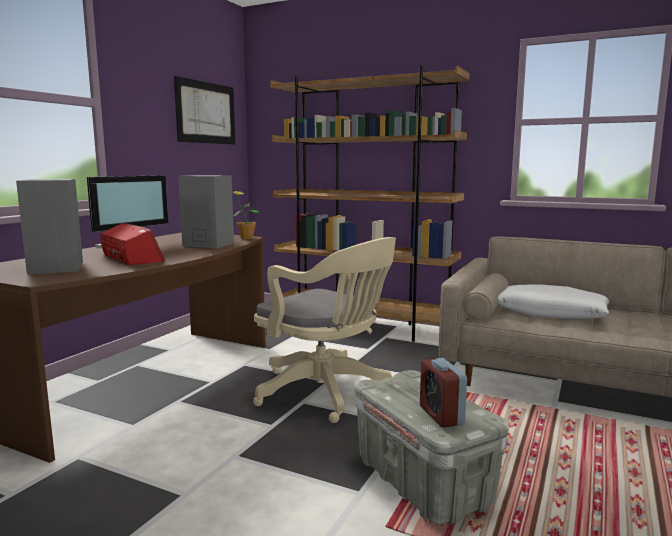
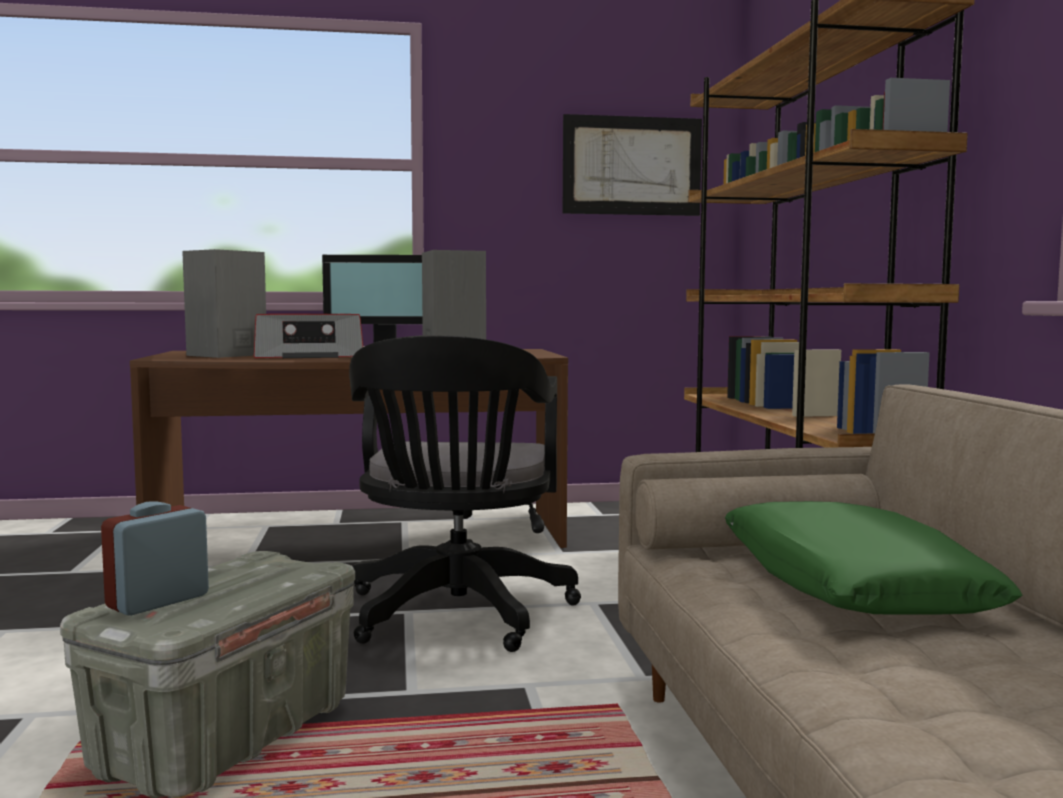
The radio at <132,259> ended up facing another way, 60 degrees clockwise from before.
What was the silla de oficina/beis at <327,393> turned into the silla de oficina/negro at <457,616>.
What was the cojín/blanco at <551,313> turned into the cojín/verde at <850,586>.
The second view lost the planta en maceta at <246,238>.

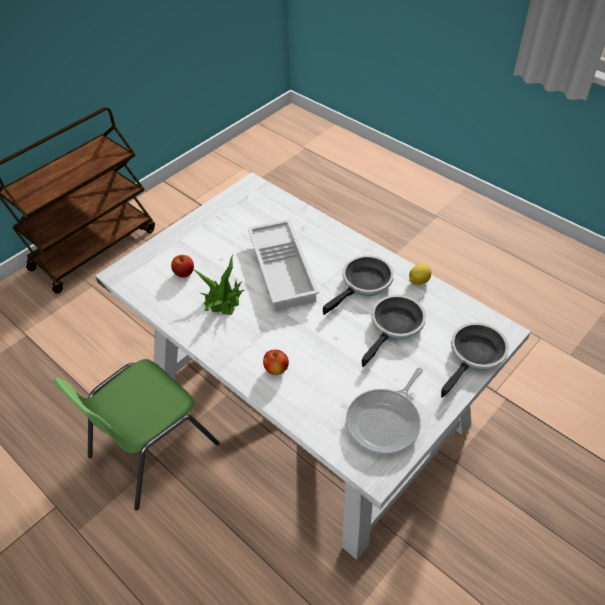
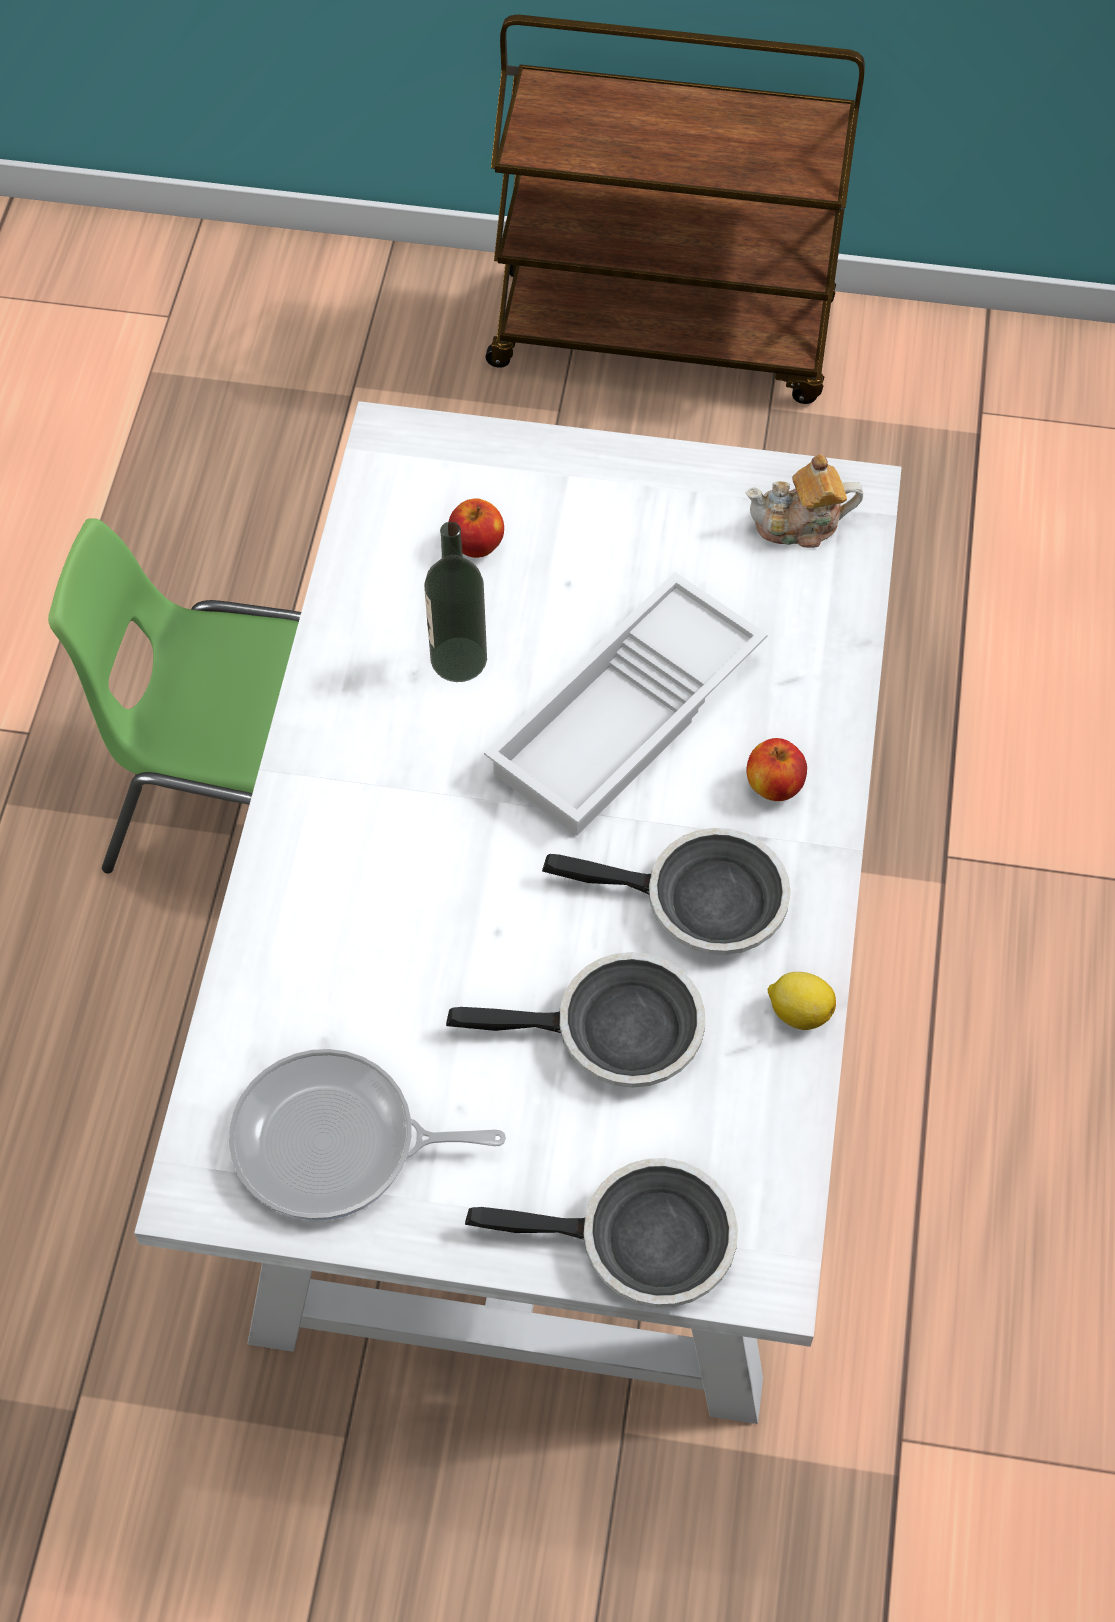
Where the planta en maceta stood at <223,298>, the botella came to stand at <458,659>.
The second view gained the tetera at <800,525>.
The manzana ended up elsewhere, having gone from <276,369> to <774,786>.

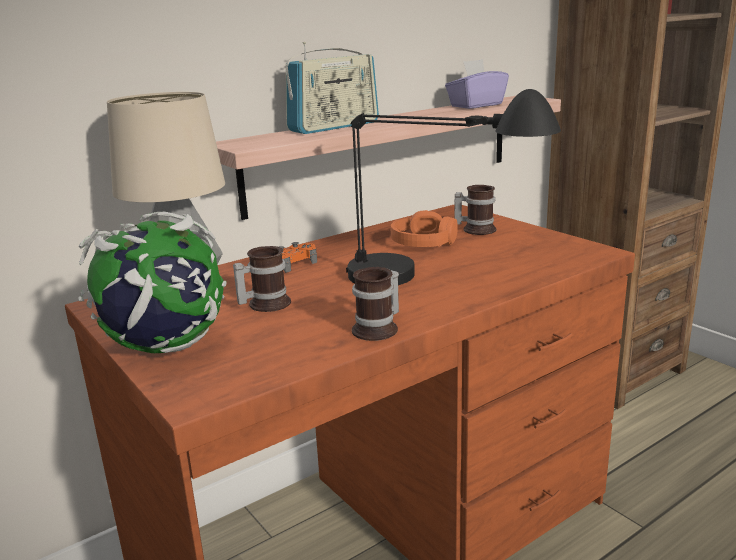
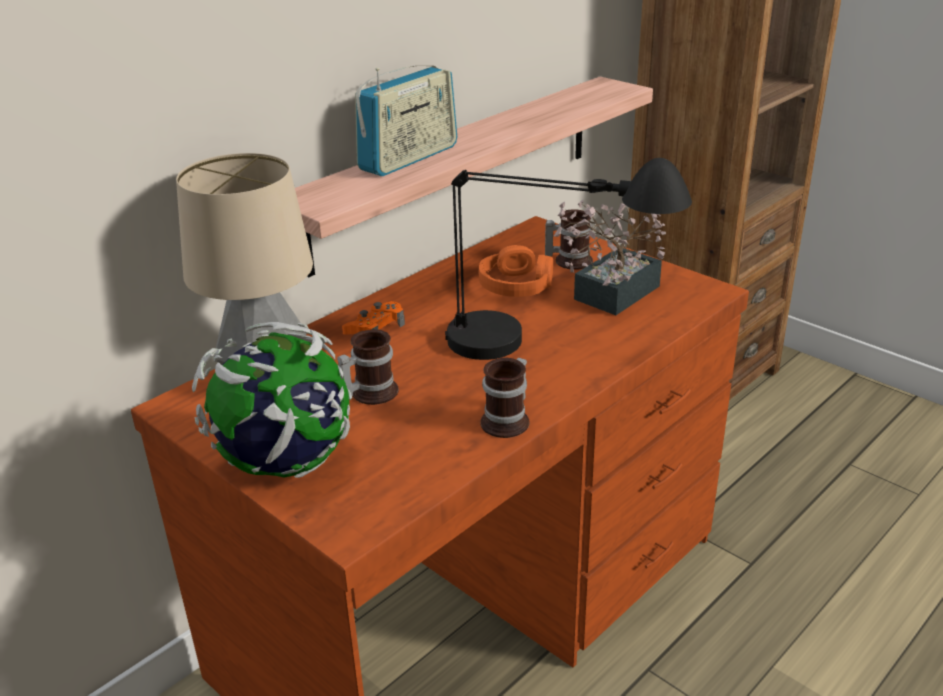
The second view gained the planta en maceta at <609,296>.
The second view lost the caja de pañuelos/morado at <476,105>.

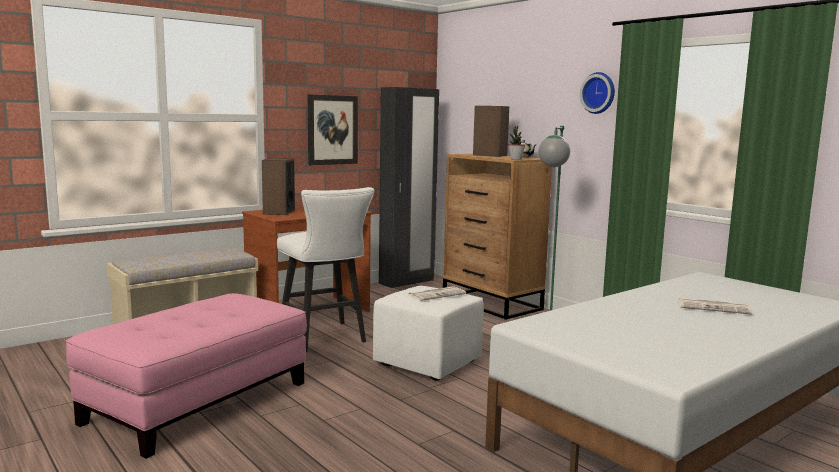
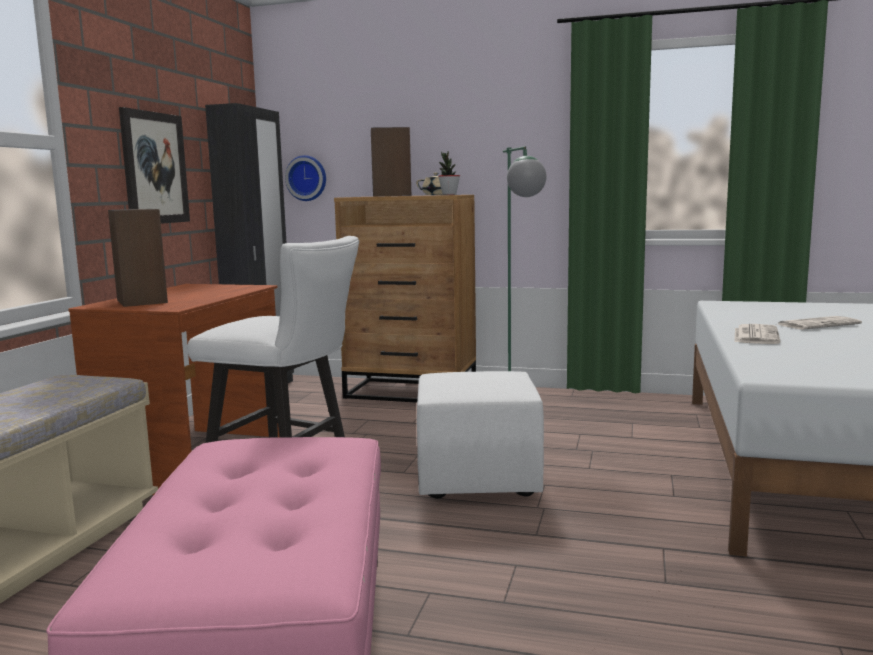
The reloj de pared ended up elsewhere, having gone from <599,93> to <307,178>.
The periódico ended up elsewhere, having gone from <437,294> to <755,335>.

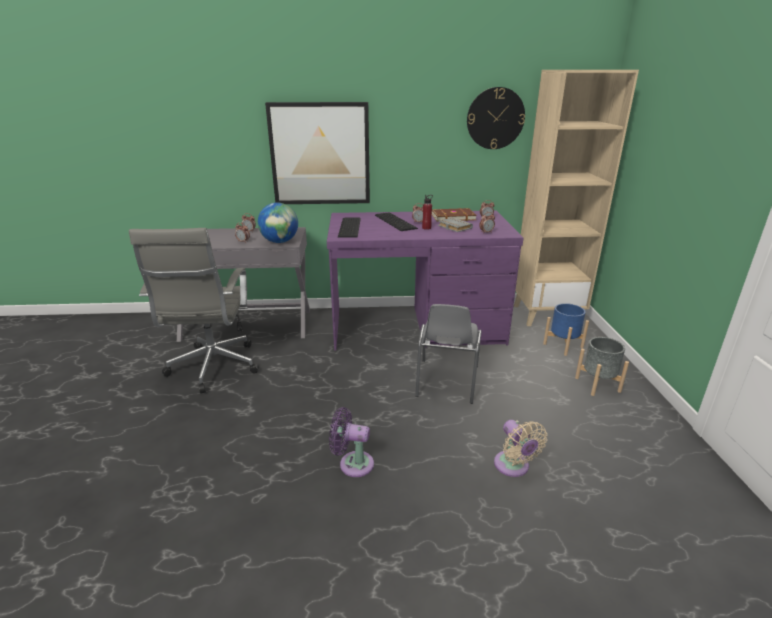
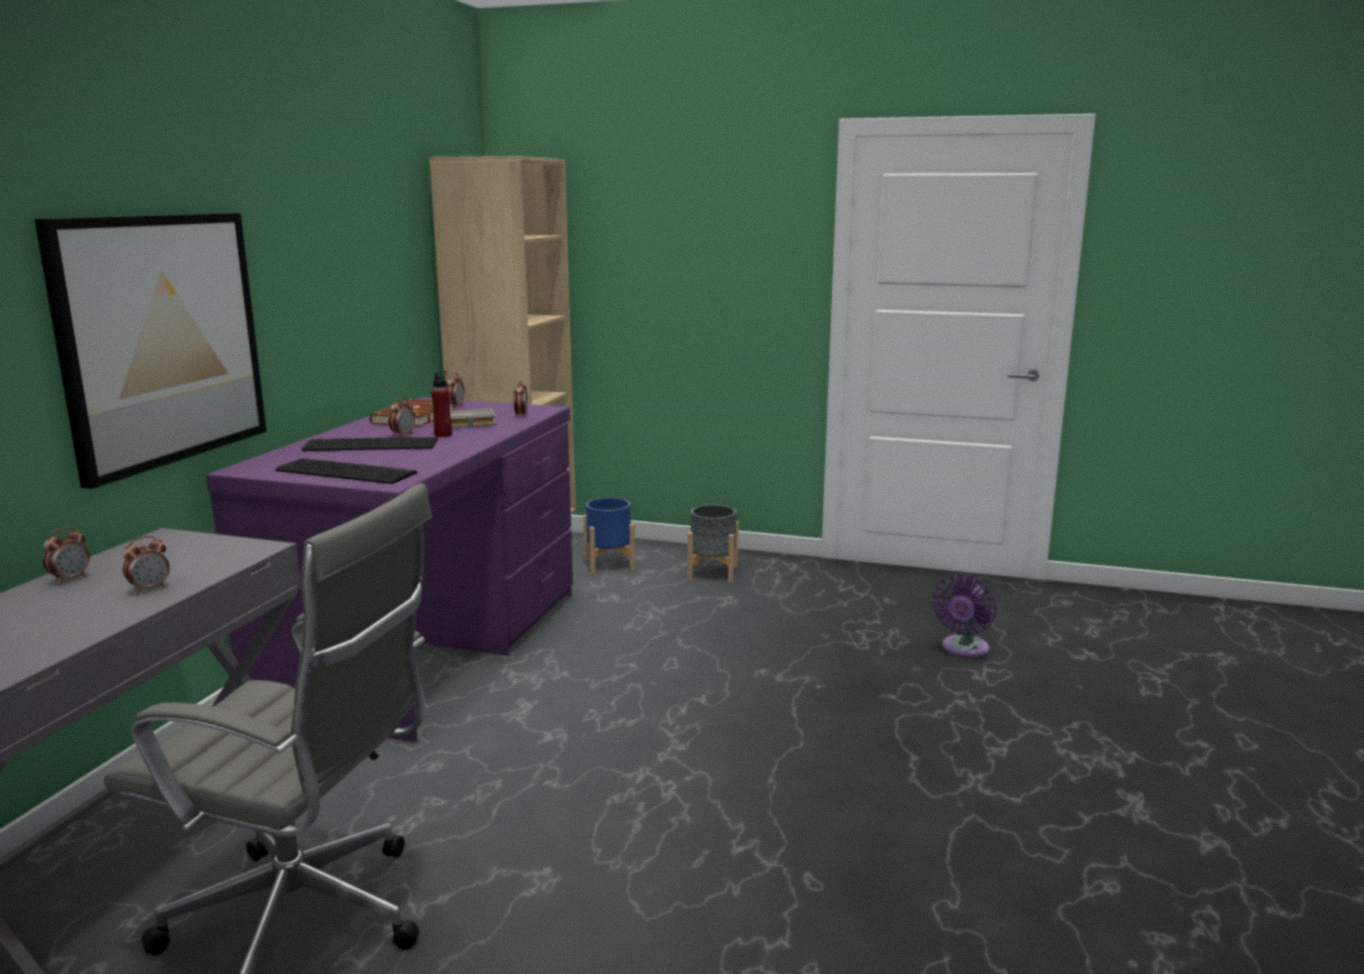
The ventilador/morado ended up elsewhere, having gone from <352,463> to <963,649>.
The second view lost the globo terráqueo at <280,242>.
The second view lost the silla/gris at <446,381>.
The second view lost the reloj de pared at <495,118>.
The second view lost the ventilador/beis at <513,467>.

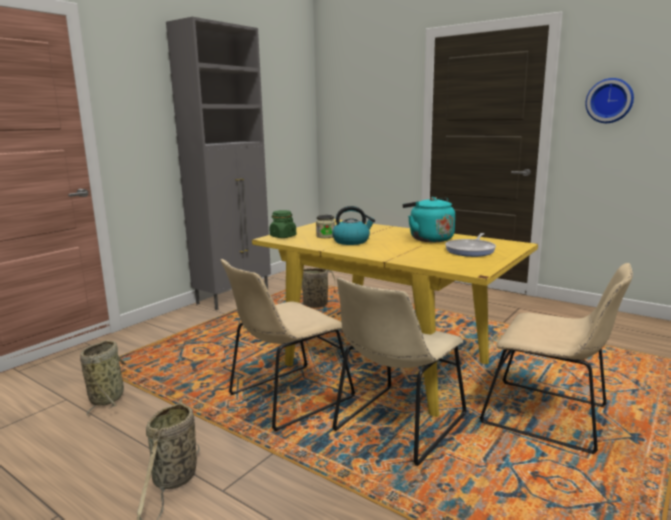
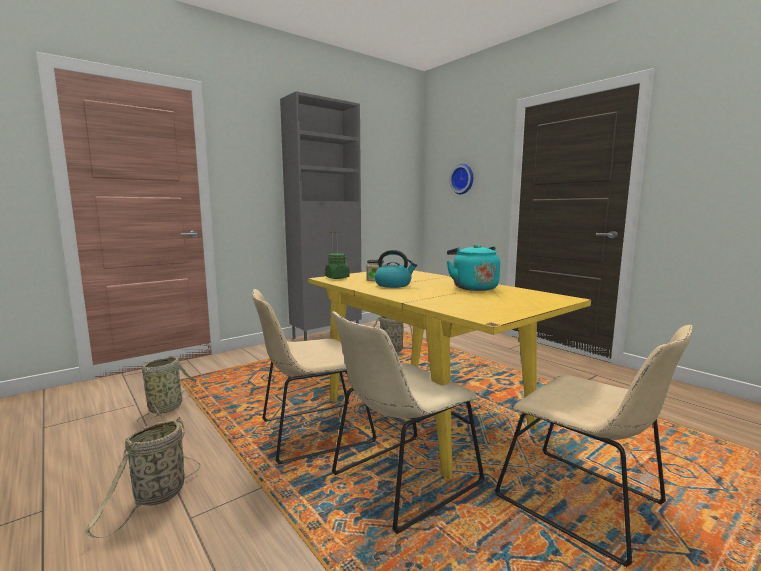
The reloj de pared ended up elsewhere, having gone from <609,101> to <463,179>.
The second view lost the sartén at <471,250>.

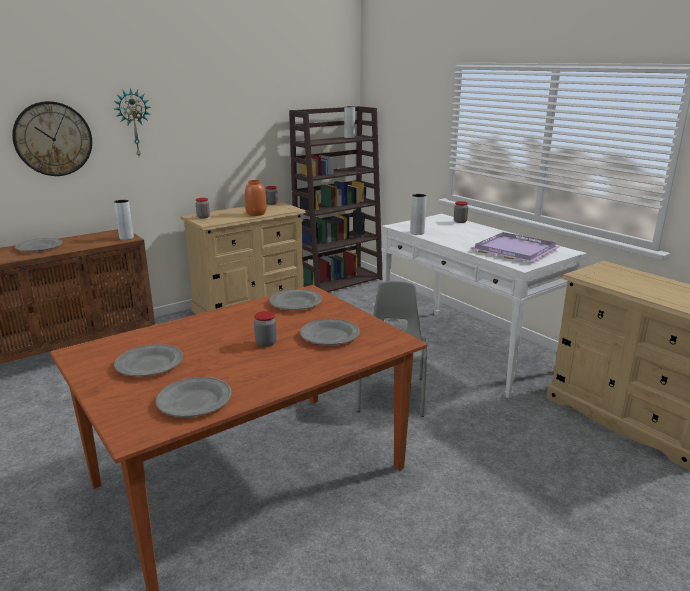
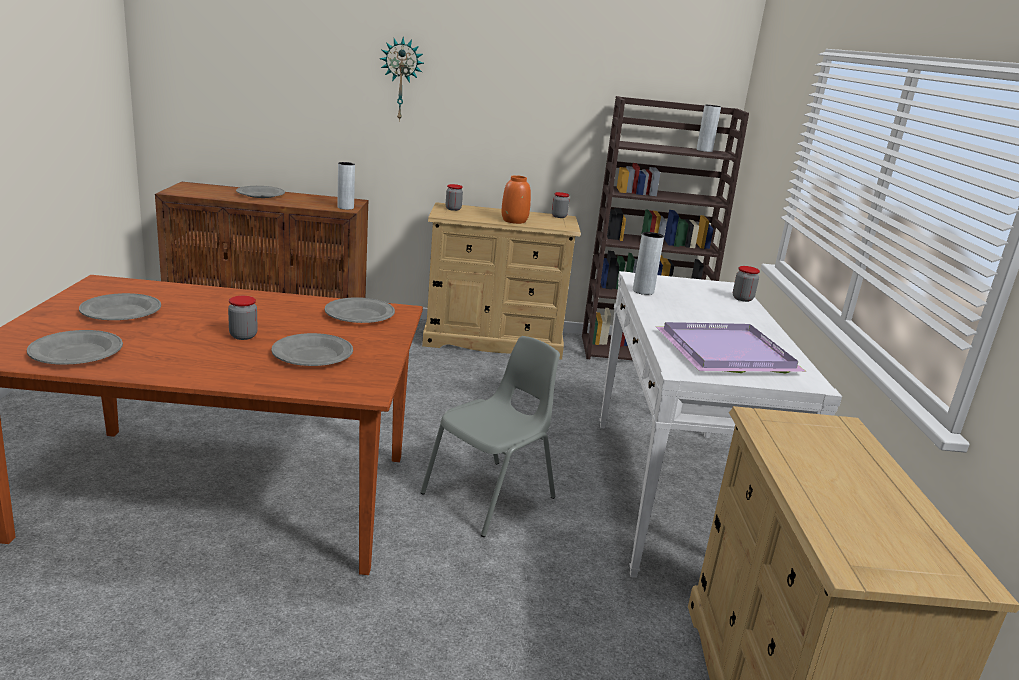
The second view lost the reloj de pared at <53,139>.

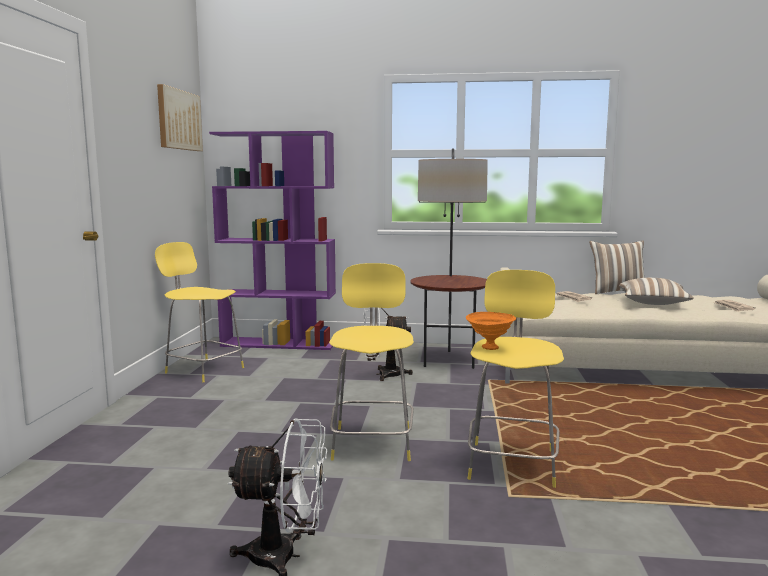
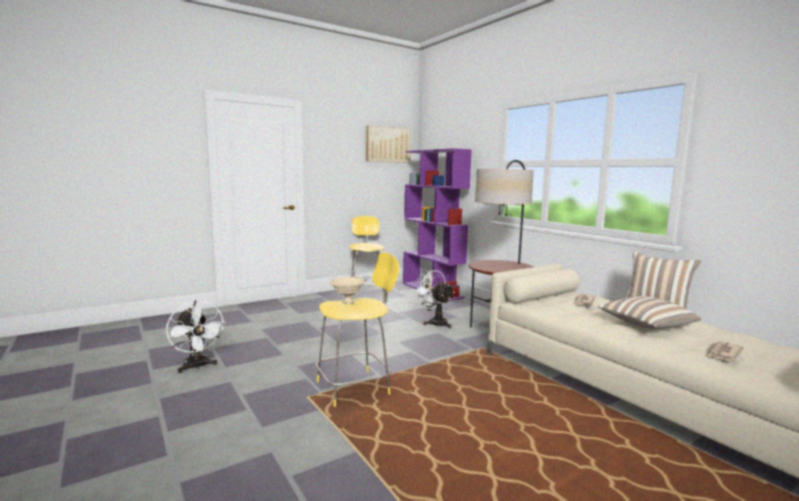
What was the cuenco/naranja at <490,348> turned into the cuenco/beis at <347,302>.
The second view lost the taburete/amarillo at <372,442>.

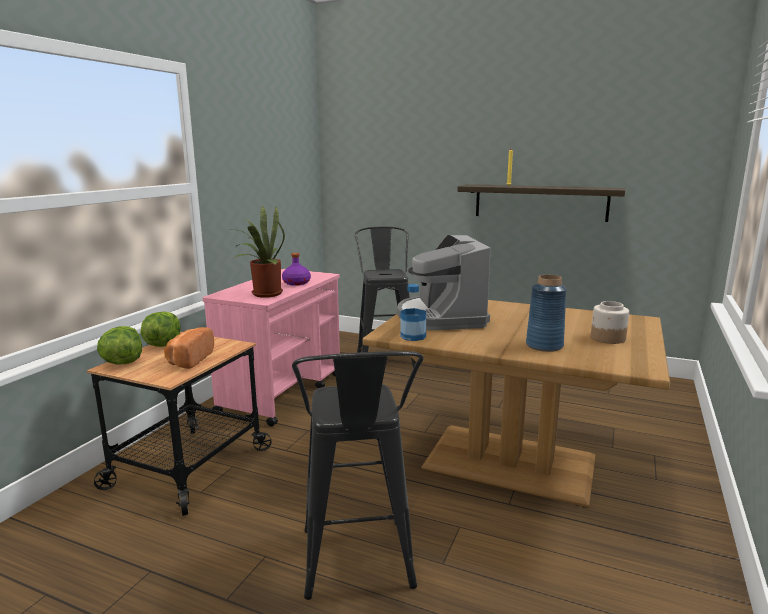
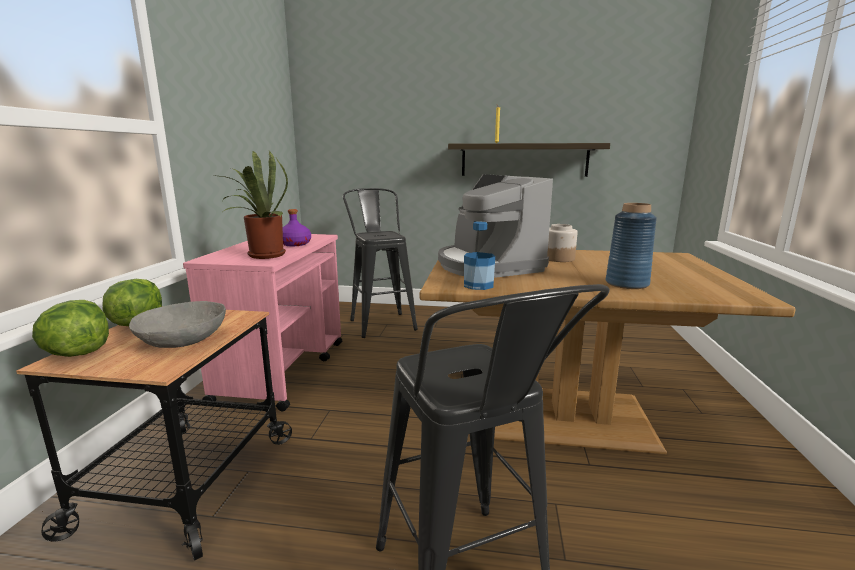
Where the pan stood at <189,360>, the cuenco/gris came to stand at <183,340>.
The tarro ended up elsewhere, having gone from <607,338> to <558,259>.

